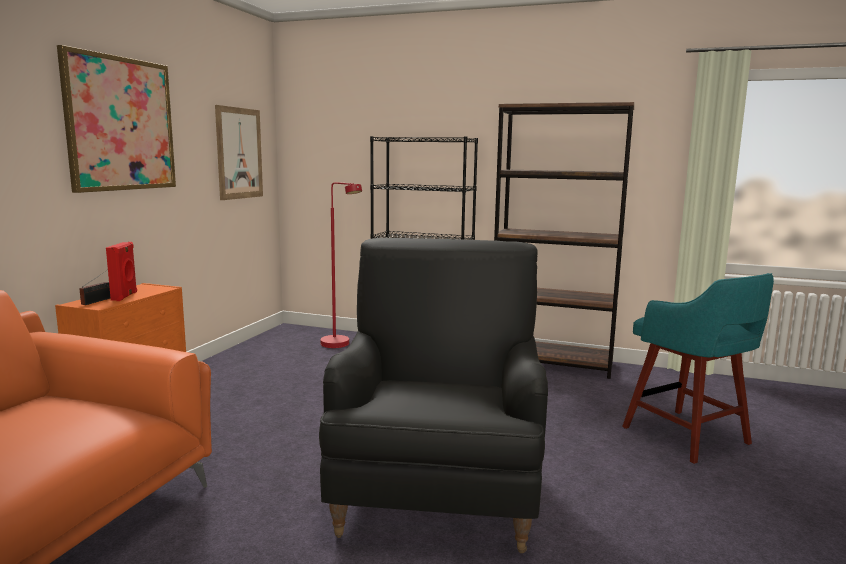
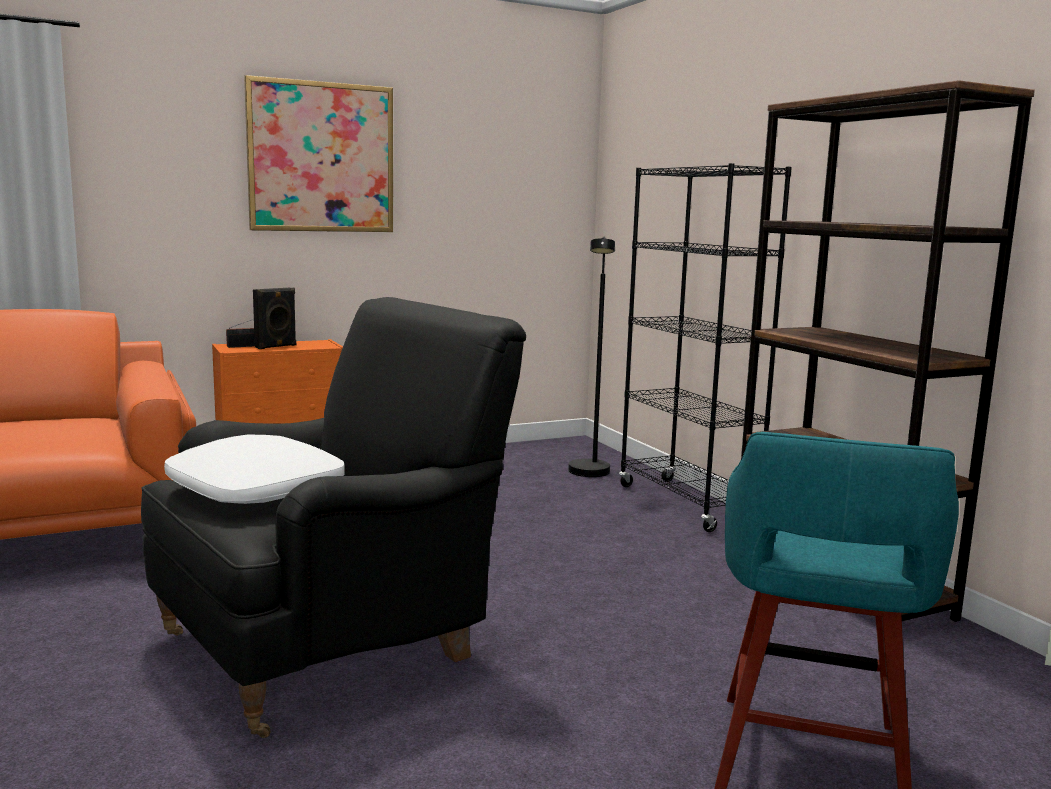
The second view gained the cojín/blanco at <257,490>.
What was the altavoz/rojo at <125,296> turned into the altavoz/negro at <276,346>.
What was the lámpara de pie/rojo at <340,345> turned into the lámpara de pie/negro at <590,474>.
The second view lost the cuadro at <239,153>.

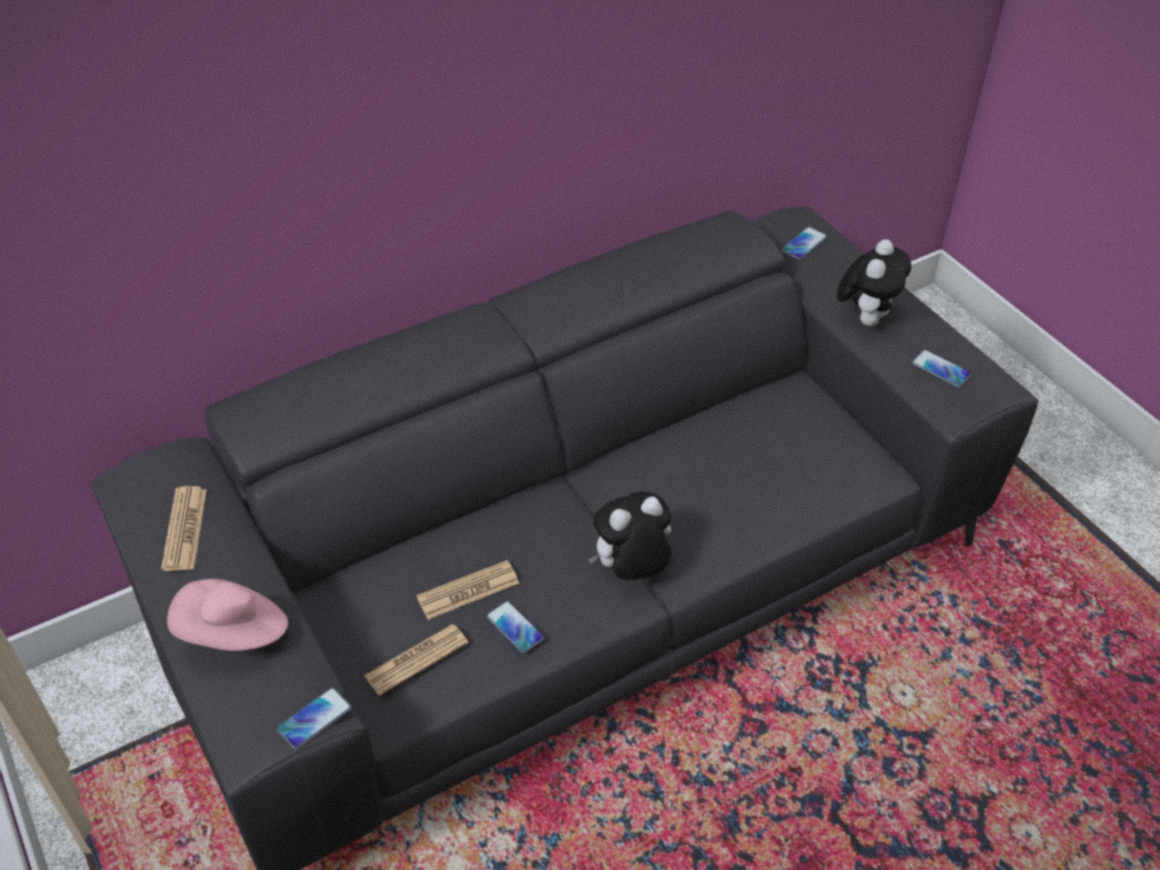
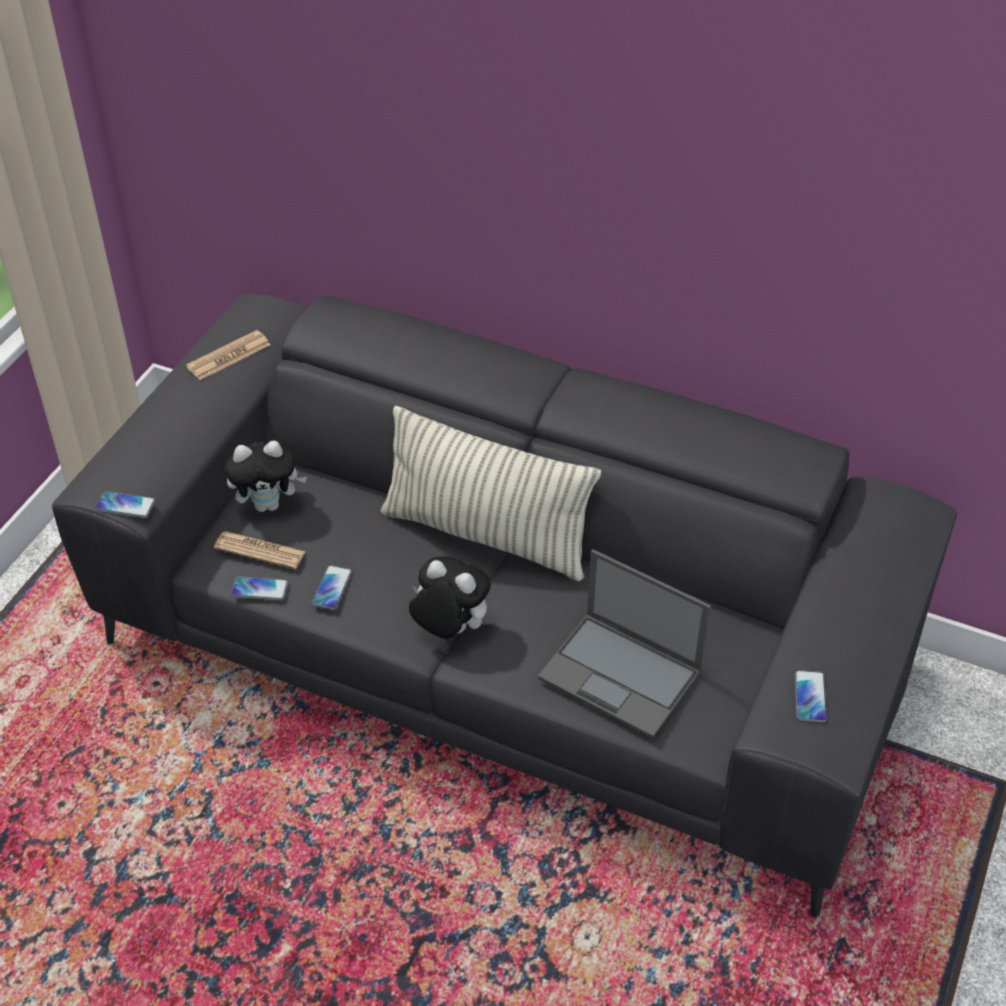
The peluche ended up elsewhere, having gone from <866,318> to <269,504>.
The móvil ended up elsewhere, having gone from <804,244> to <259,589>.
The second view gained the cojín at <486,535>.
The second view gained the portátil at <622,675>.
The second view lost the sombrero/rosa at <234,633>.
The second view lost the periódico at <468,590>.

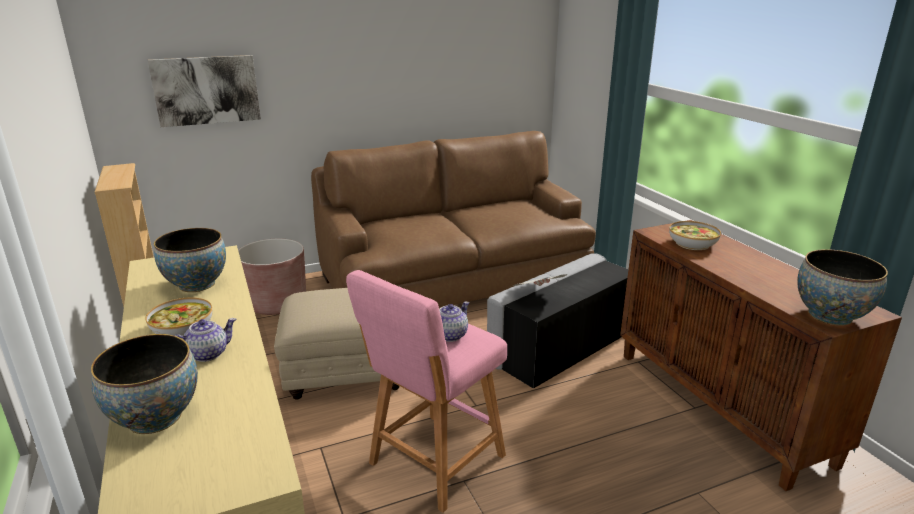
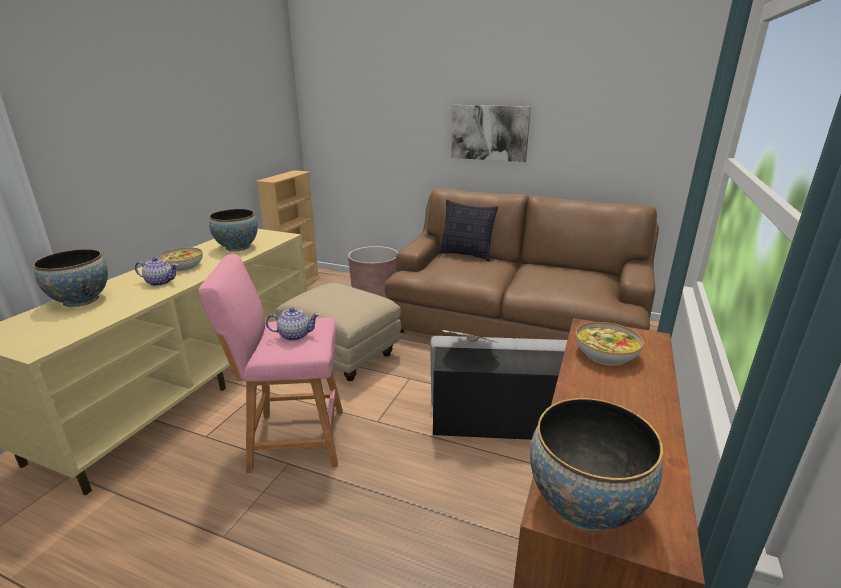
The second view gained the cojín at <466,255>.
The cuadro ended up elsewhere, having gone from <206,90> to <489,133>.

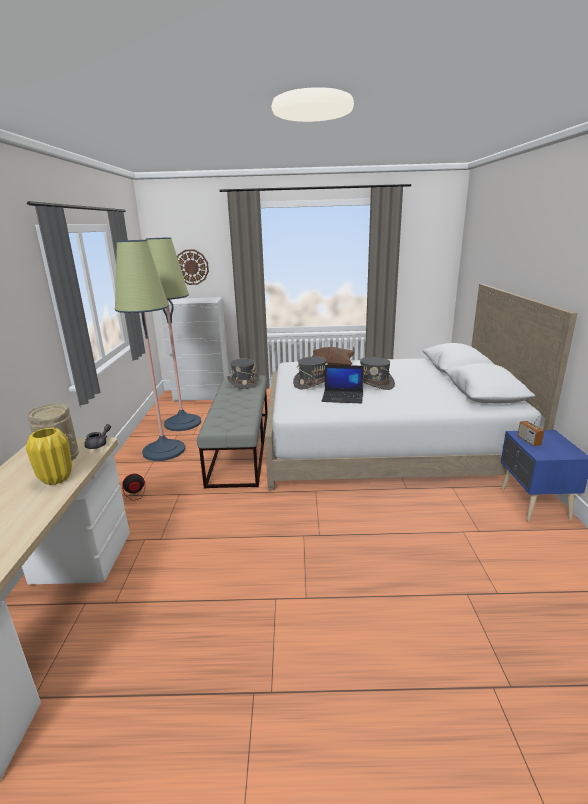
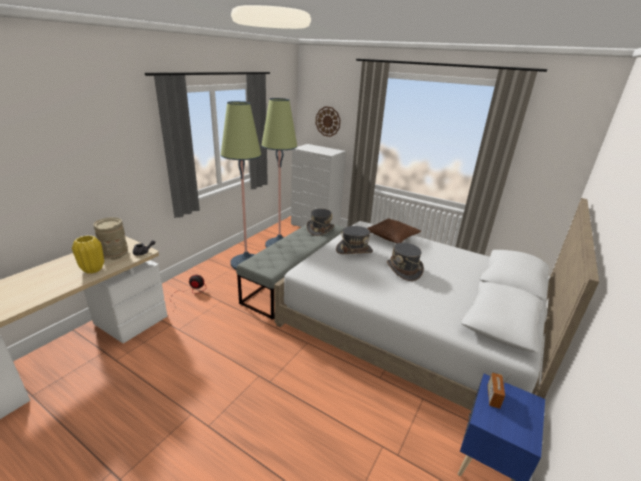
The second view lost the portátil at <343,397>.

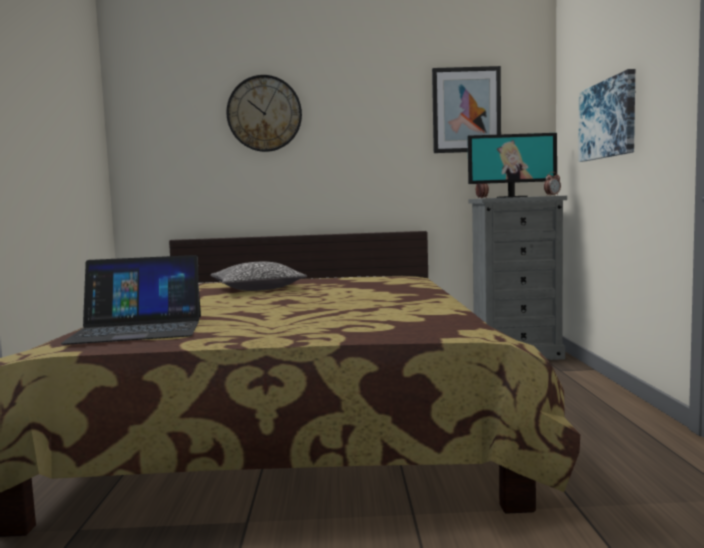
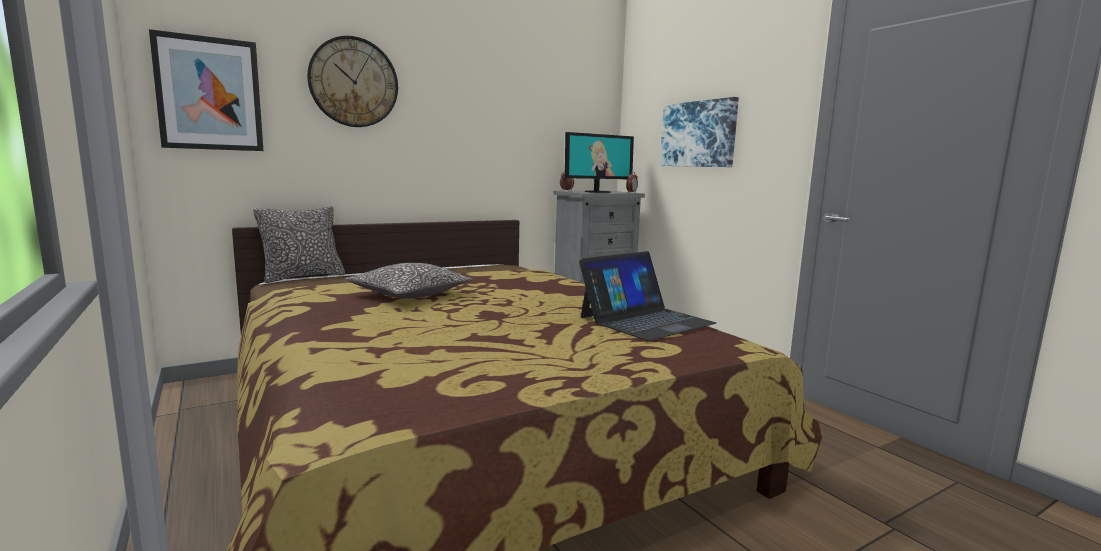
The cuadro ended up elsewhere, having gone from <466,110> to <209,94>.
The second view gained the cojín at <303,277>.
The portátil ended up elsewhere, having gone from <138,329> to <646,320>.

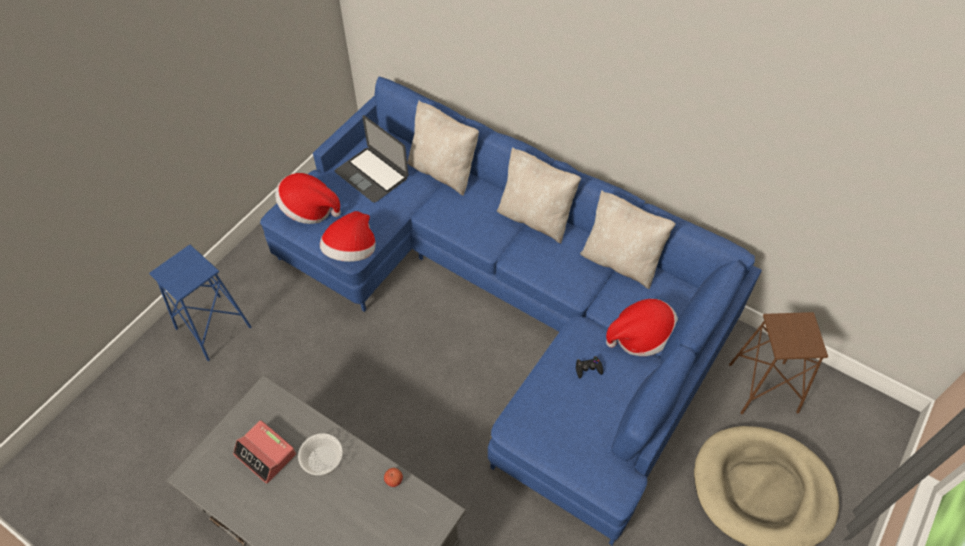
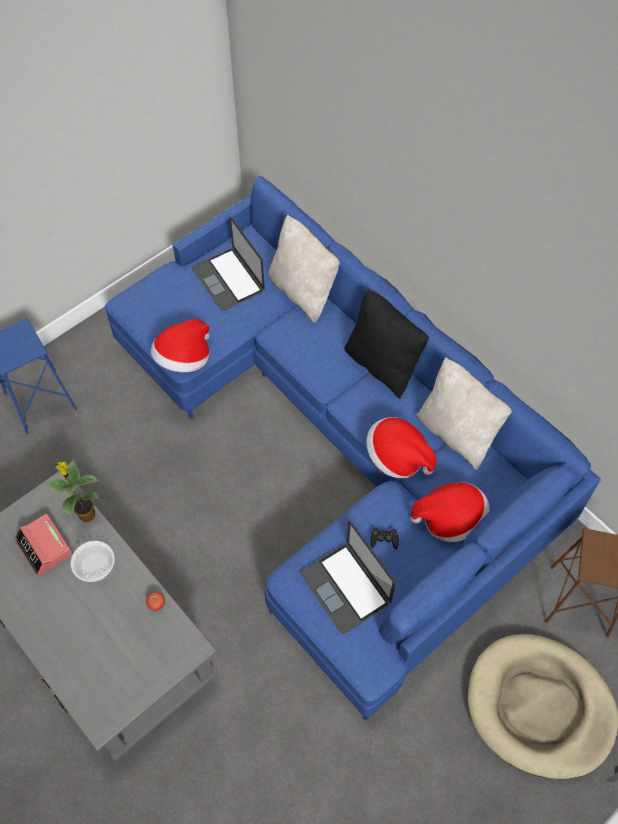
The second view gained the planta en maceta at <86,514>.
The second view gained the portátil at <345,587>.
What was the cojín/beis at <535,218> turned into the cojín/negro at <382,364>.
The sombrero ended up elsewhere, having gone from <309,209> to <397,457>.

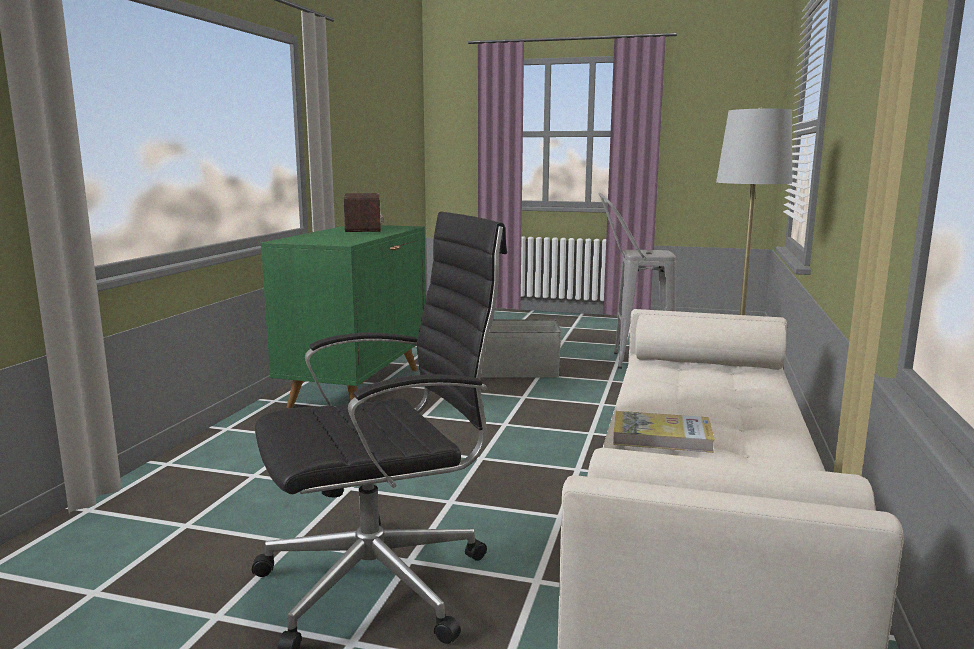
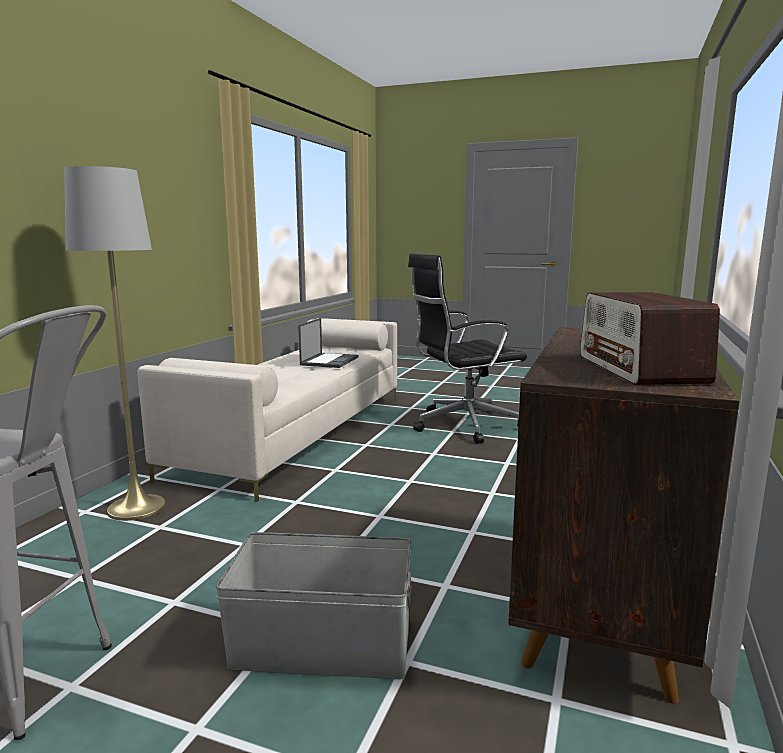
Where the libro stood at <661,436>, the portátil came to stand at <329,361>.
What was the armario/verde at <357,386> turned into the armario/marrón at <600,603>.

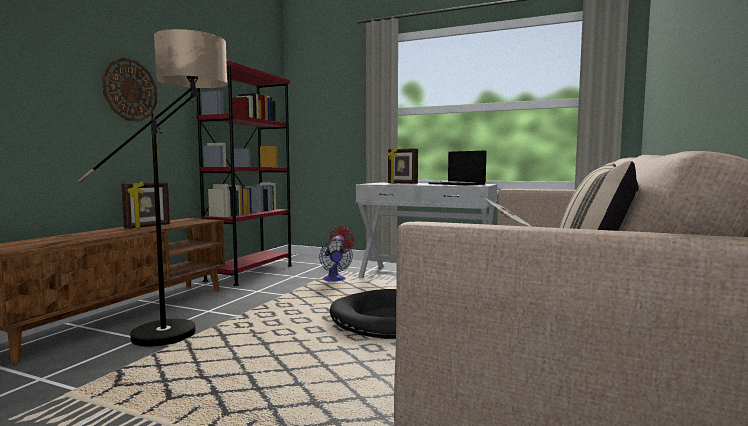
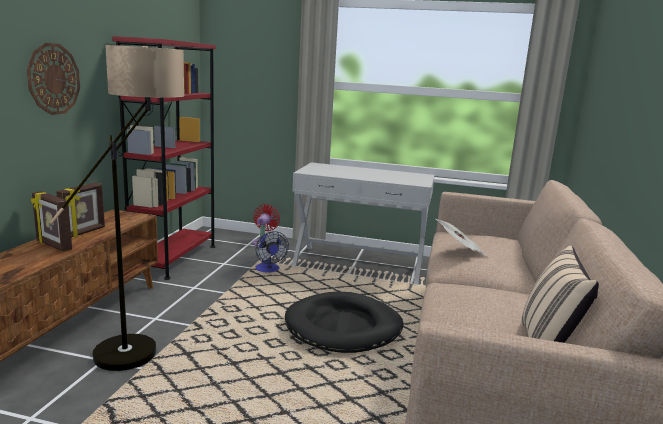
The portarretratos ended up elsewhere, having gone from <402,183> to <53,245>.
The second view lost the portátil at <457,184>.

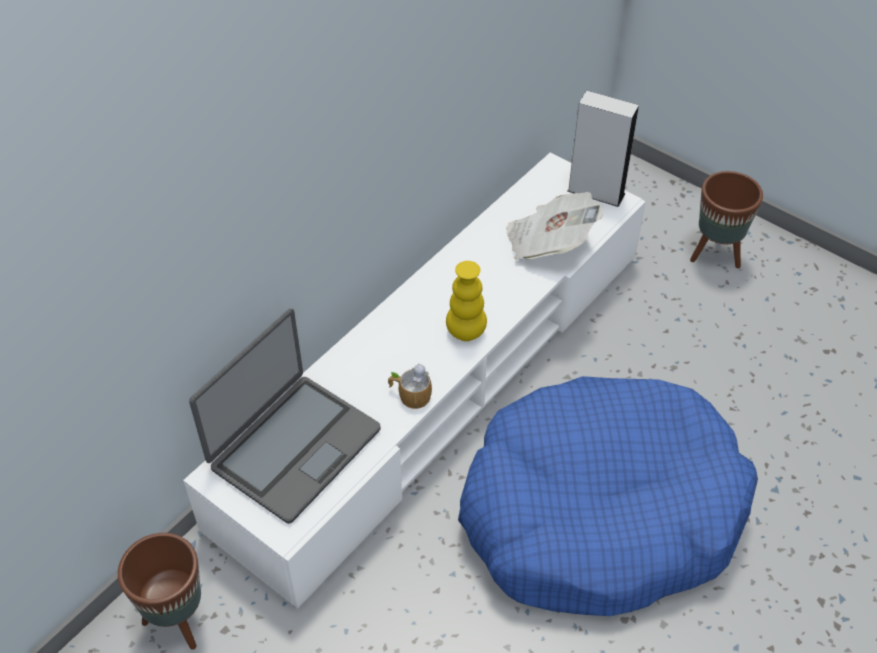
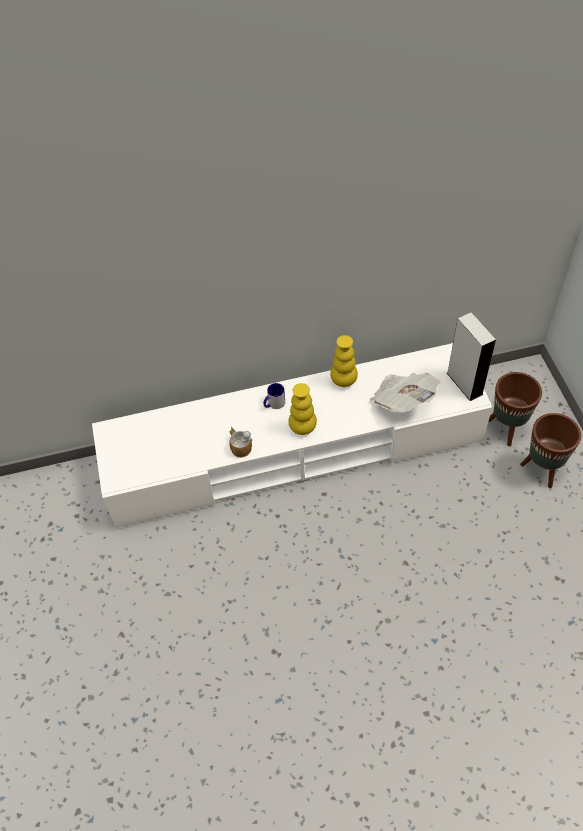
The second view gained the taza grande at <274,404>.
The second view gained the florero/amarillo at <343,381>.
The maceta/marrón ended up elsewhere, having gone from <179,621> to <507,429>.
The second view lost the portátil at <294,447>.
The second view lost the cama para perro/azul at <600,513>.

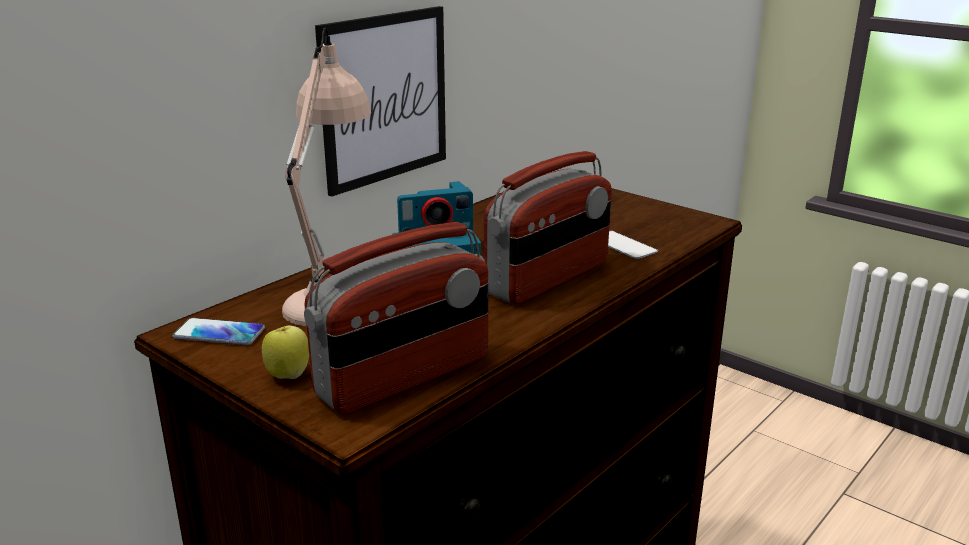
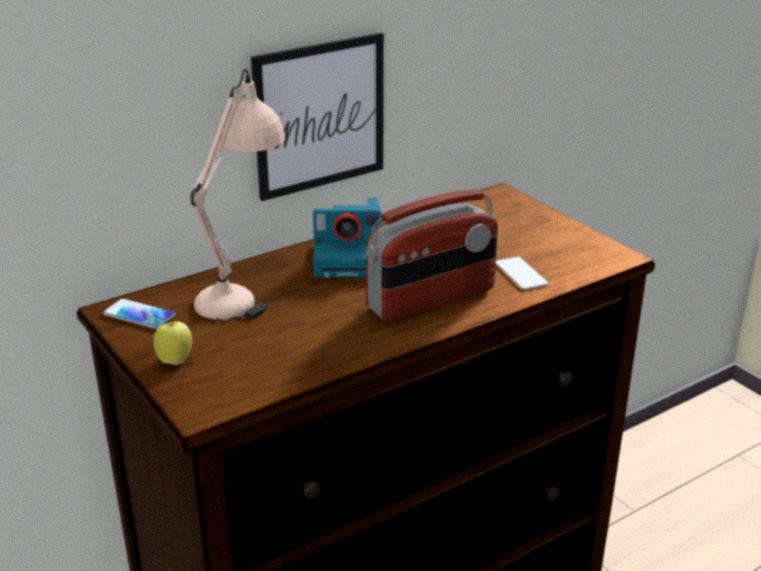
The second view lost the radio at <405,377>.

